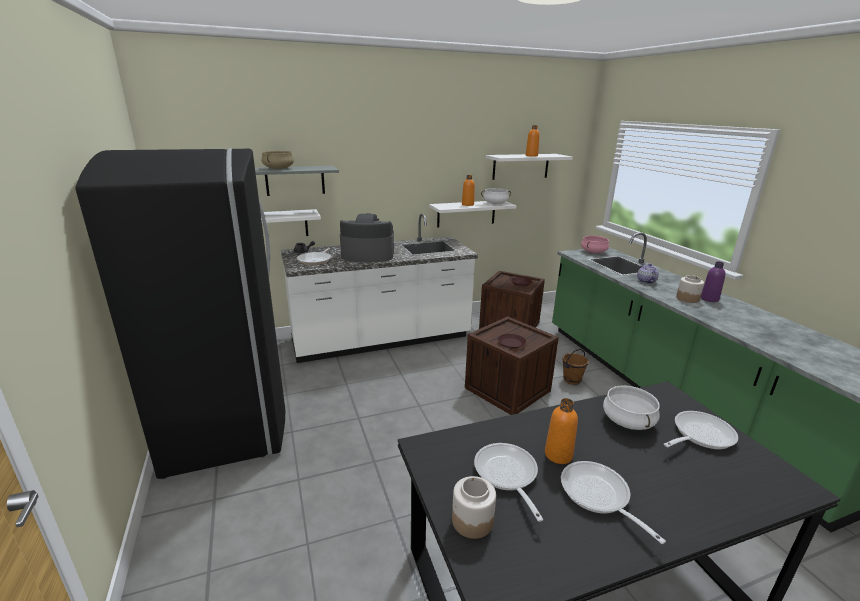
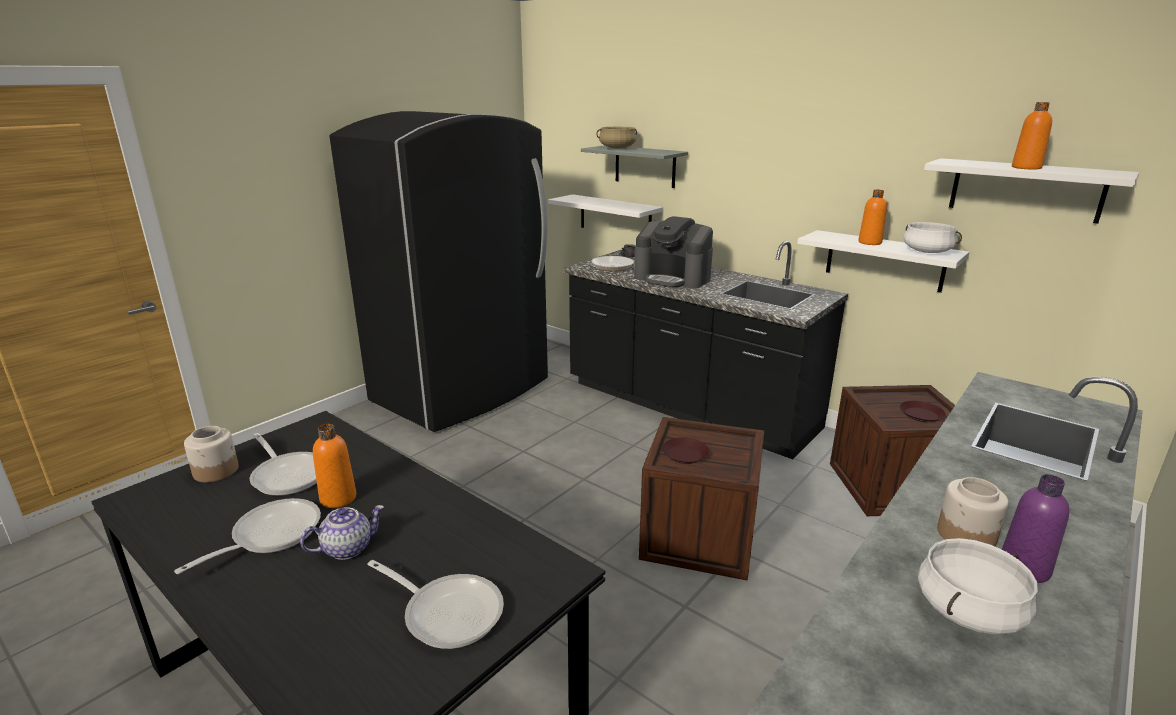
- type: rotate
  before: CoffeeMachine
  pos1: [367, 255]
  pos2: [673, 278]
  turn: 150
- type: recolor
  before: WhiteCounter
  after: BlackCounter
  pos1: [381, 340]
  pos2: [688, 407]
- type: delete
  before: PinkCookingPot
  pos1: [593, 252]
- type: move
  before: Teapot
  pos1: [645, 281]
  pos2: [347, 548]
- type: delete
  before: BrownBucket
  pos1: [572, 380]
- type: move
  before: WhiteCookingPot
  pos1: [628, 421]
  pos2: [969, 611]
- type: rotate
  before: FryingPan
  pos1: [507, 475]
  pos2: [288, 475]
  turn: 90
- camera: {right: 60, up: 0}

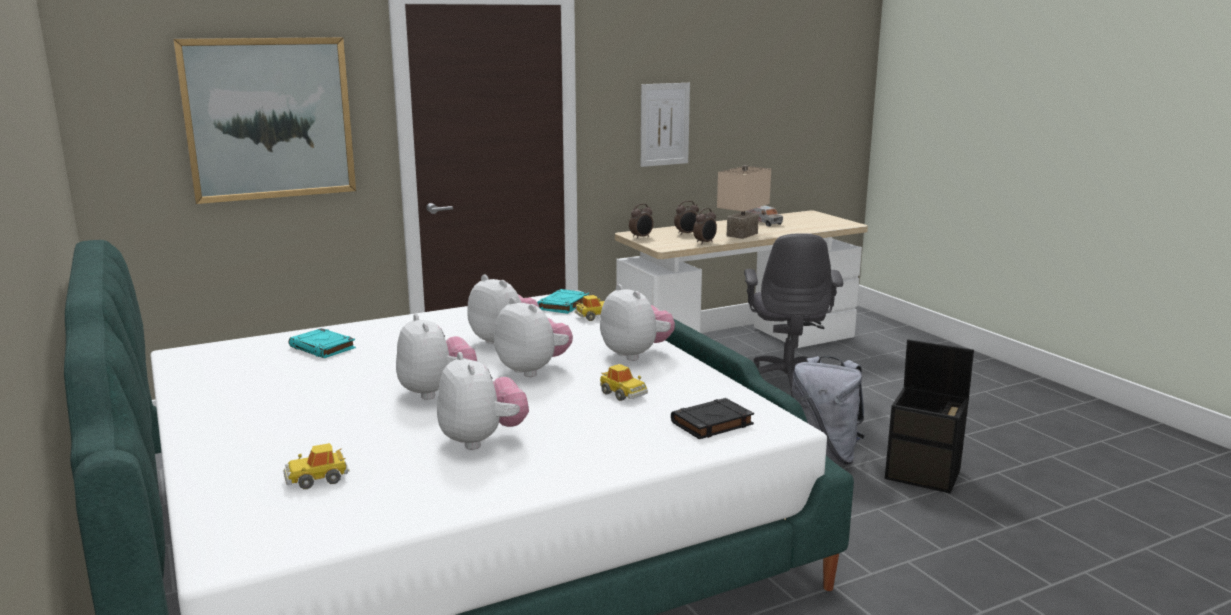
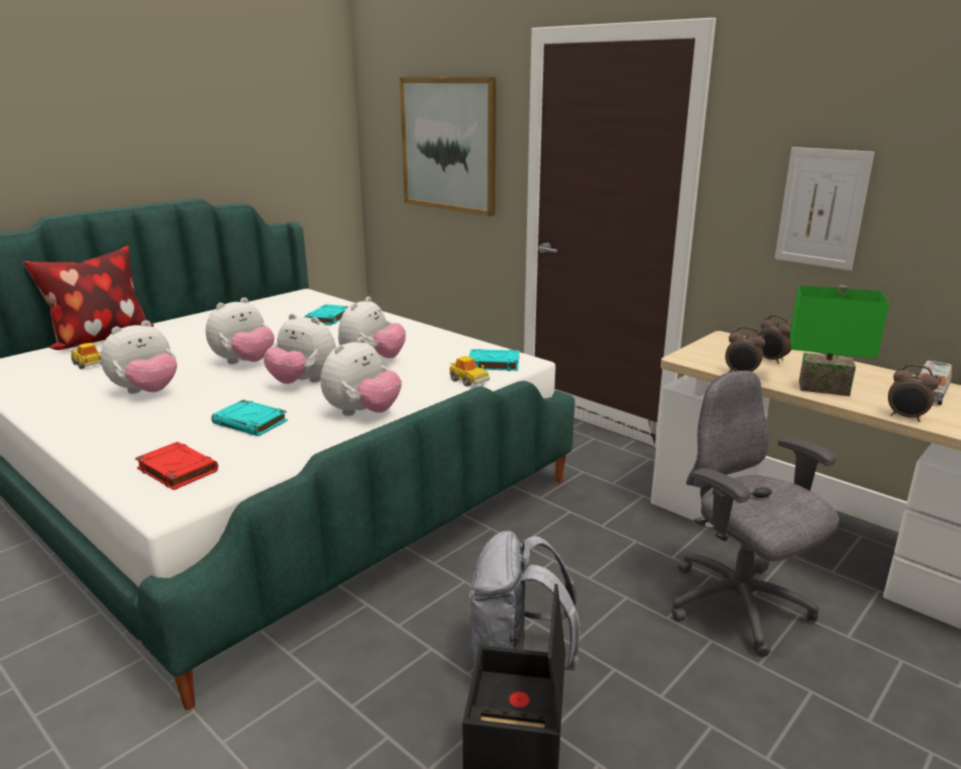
- type: recolor
  before: BeigeTableLamp
  after: GreenTableLamp
  pos1: [743, 235]
  pos2: [823, 389]
- type: move
  before: AlarmClock
  pos1: [641, 237]
  pos2: [906, 417]
- type: rotate
  before: GreyOfficeChair
  pos1: [787, 383]
  pos2: [739, 607]
  turn: 75
- type: rotate
  before: PlushToy
  pos1: [533, 370]
  pos2: [303, 382]
  turn: 90
- type: replace
  before: ToyCar
  after: TurquoiseBook
  pos1: [623, 394]
  pos2: [251, 423]
- type: recolor
  before: BlackBook
  after: RedBook
  pos1: [711, 424]
  pos2: [176, 470]
- type: insert
  after: Pillow
  pos2: [100, 339]
- camera: {right: 70, up: 5}

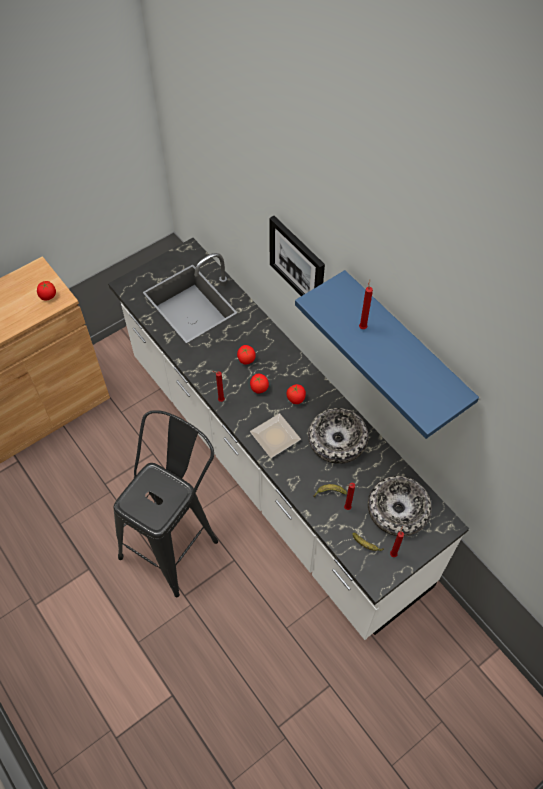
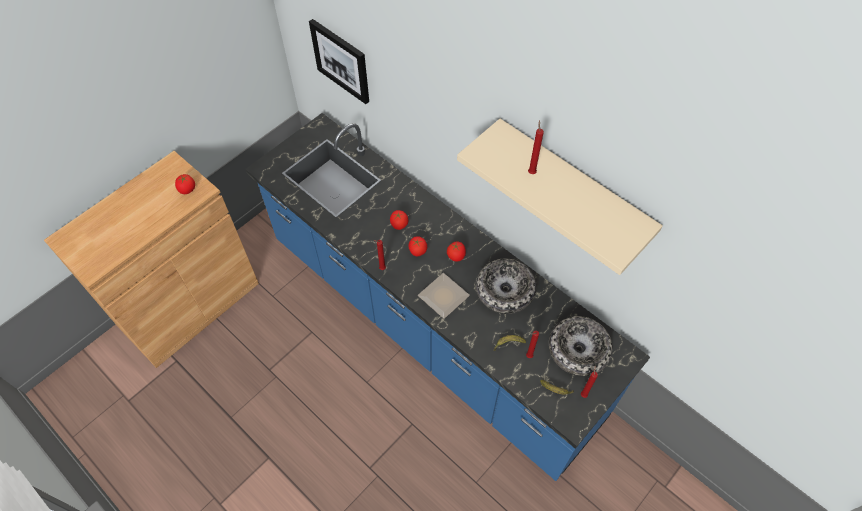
- type: move
  before: Picture
  pos1: [298, 263]
  pos2: [341, 60]
- type: recolor
  before: WhiteCounter
  after: BlueCounter
  pos1: [271, 468]
  pos2: [431, 328]
- type: recolor
  before: BlueShelf
  after: BeigeShelf
  pos1: [404, 346]
  pos2: [572, 186]
- type: delete
  before: BlackStool
  pos1: [175, 541]
- camera: {right: -10, up: 0}

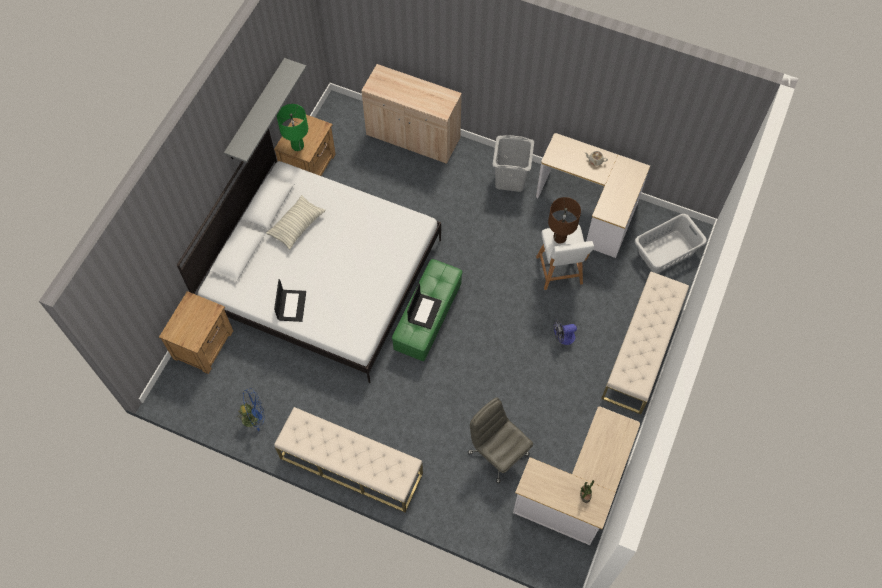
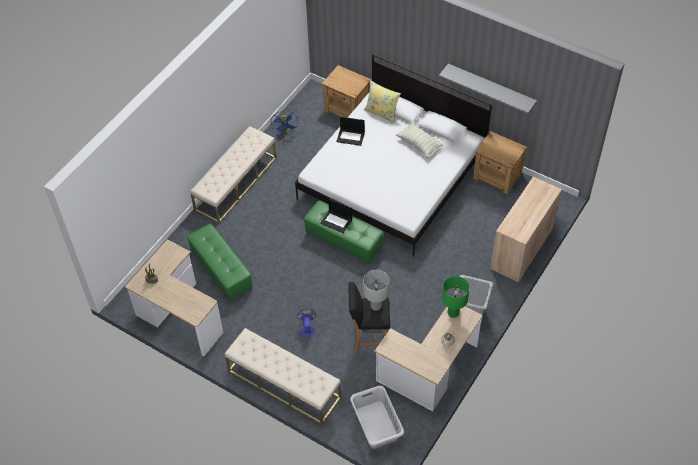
- type: move
  before: GreenTableLamp
  pos1: [297, 146]
  pos2: [453, 313]
- type: recolor
  before: BrownTableLamp
  after: GreyTableLamp
  pos1: [560, 238]
  pos2: [376, 306]
- type: recolor
  before: WhiteStool
  after: BlackStool
  pos1: [559, 272]
  pos2: [369, 336]
- type: replace
  before: GreyOfficeChair
  after: GreenOttoman
  pos1: [497, 453]
  pos2: [222, 270]
- type: insert
  after: YellowPillow
  pos2: [381, 112]
- camera: {right: 100, up: -10}

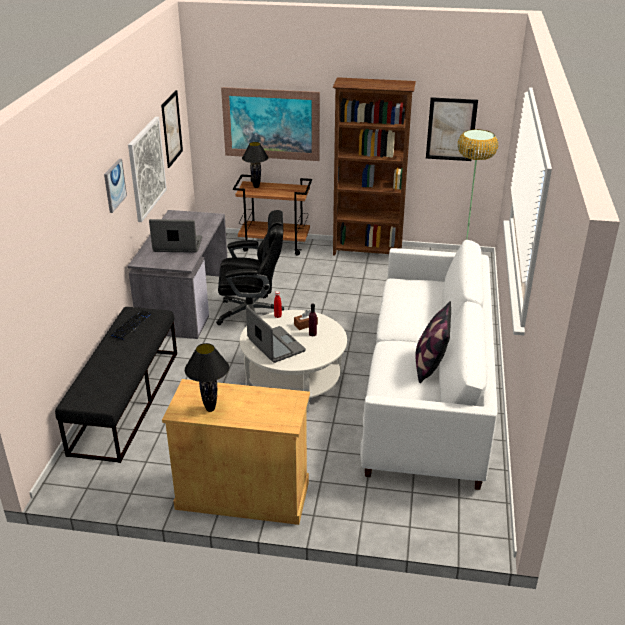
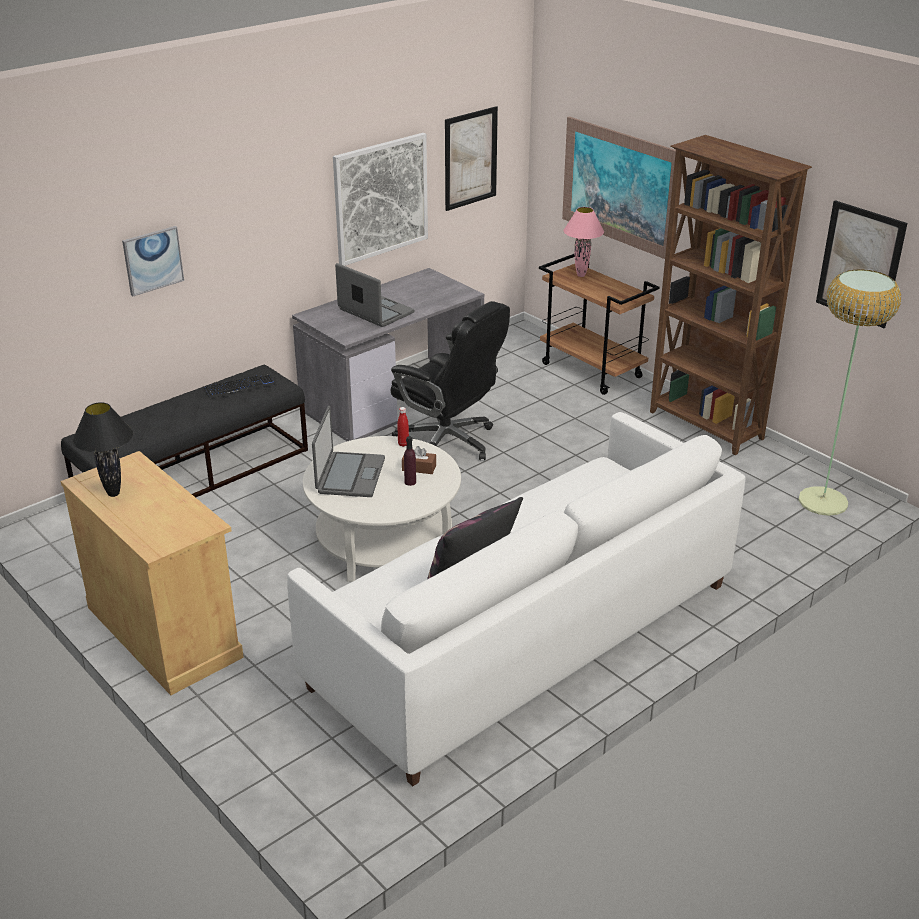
- type: recolor
  before: BlackTableLamp
  after: PinkTableLamp
  pos1: [256, 187]
  pos2: [581, 275]
- type: move
  before: Picture
  pos1: [114, 185]
  pos2: [153, 260]
- camera: {right: 40, up: 0}

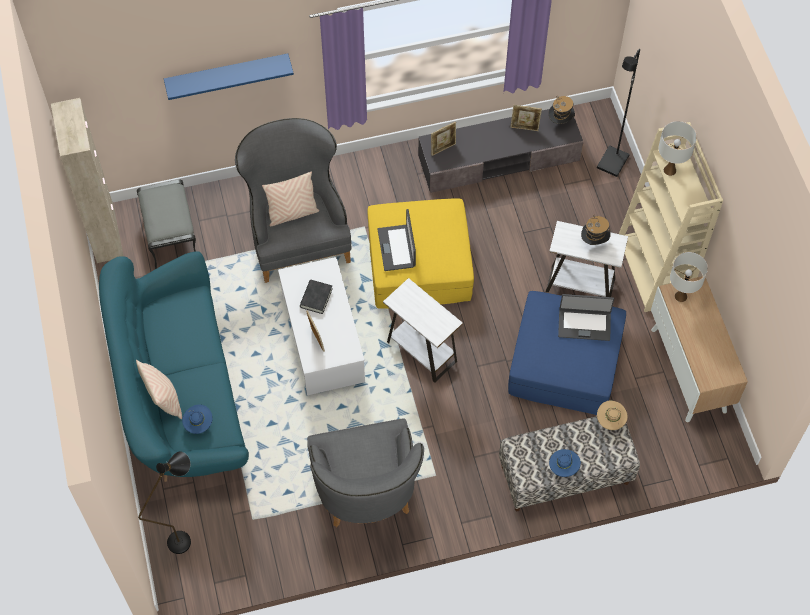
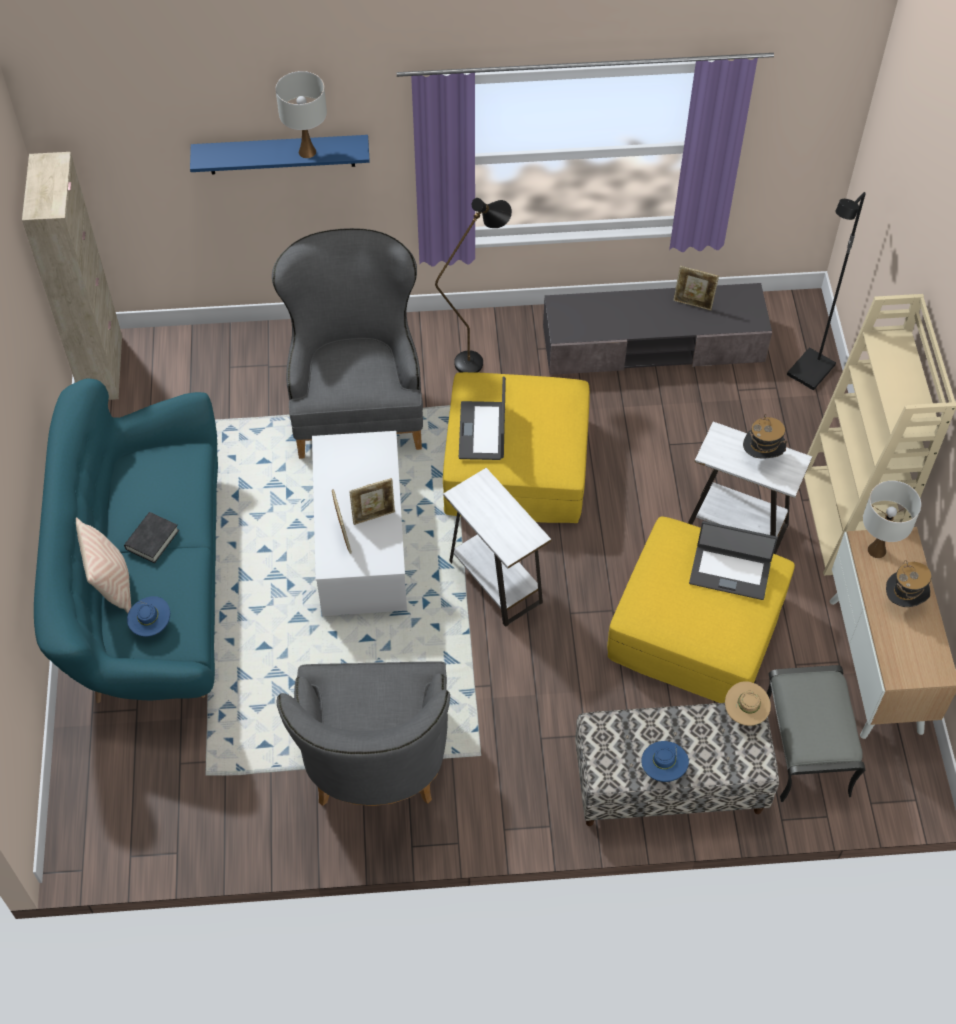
- type: move
  before: Hat
  pos1: [560, 121]
  pos2: [903, 601]
- type: move
  before: WhiteTableLamp
  pos1: [670, 170]
  pos2: [307, 152]
- type: move
  before: PictureFrame
  pos1: [443, 148]
  pos2: [374, 516]
- type: delete
  before: BeigePillow
  pos1: [292, 213]
- type: move
  before: GreyOttoman
  pos1: [170, 235]
  pos2: [804, 748]
- type: move
  before: BlackBook
  pos1: [316, 298]
  pos2: [152, 540]
- type: recolor
  before: BlueOttoman
  after: YellowOttoman
  pos1: [564, 362]
  pos2: [696, 626]
- type: move
  before: BlackFloorLamp
  pos1: [186, 536]
  pos2: [478, 358]
- camera: {right: 10, up: -5}

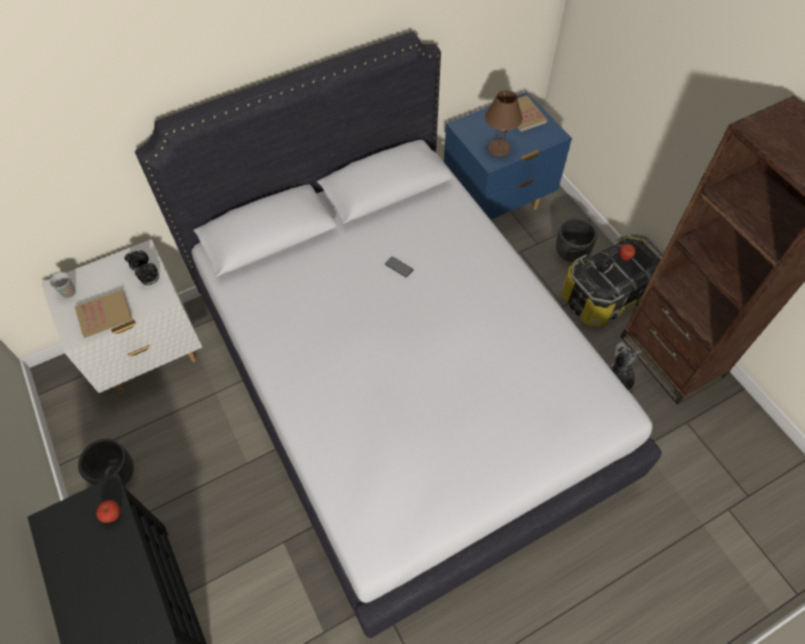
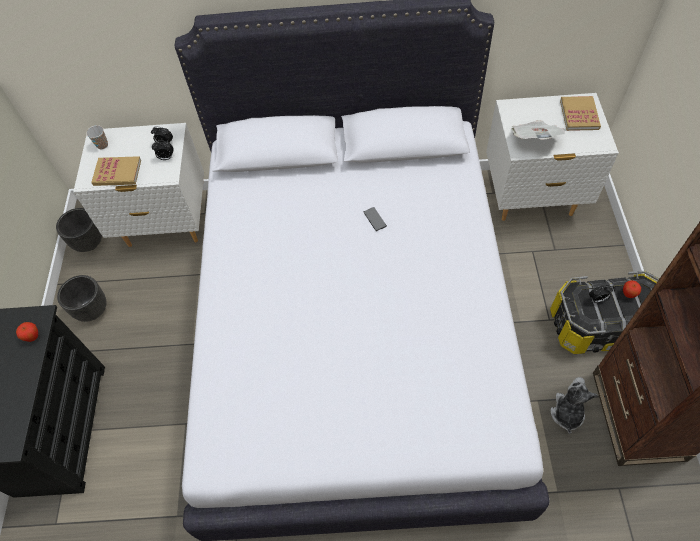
- type: replace
  before: BrownTableLamp
  after: Newspaper
  pos1: [498, 148]
  pos2: [534, 140]
- type: recolor
  before: BlueNightstand
  after: WhiteNightstand
  pos1: [496, 205]
  pos2: [532, 198]
- type: move
  before: BlackPlanter
  pos1: [570, 254]
  pos2: [89, 243]
- camera: {right: 30, up: 0}

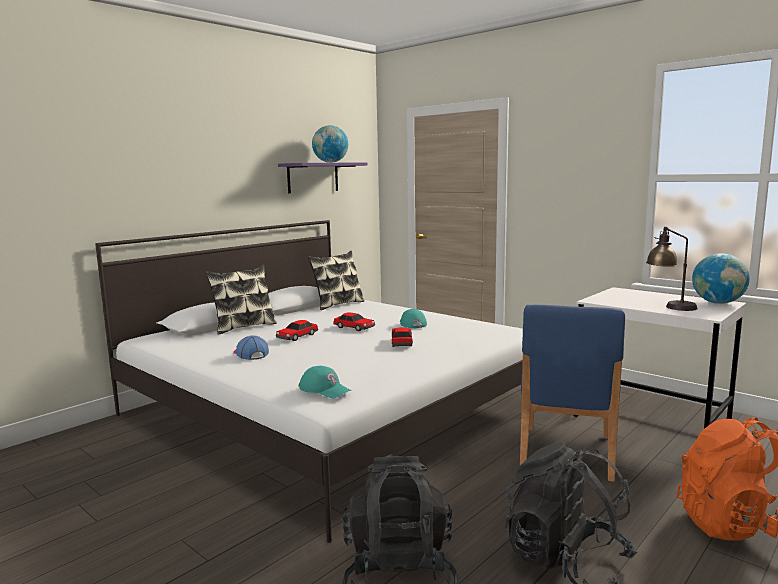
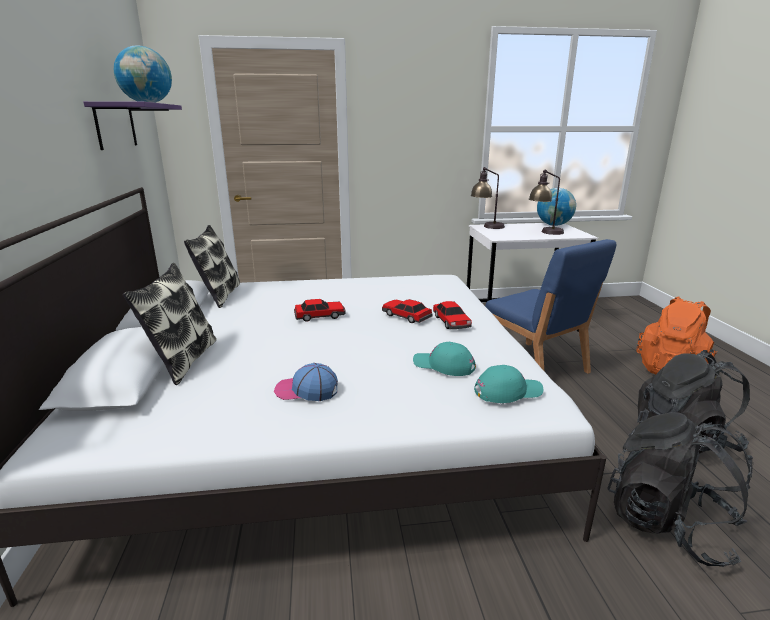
- type: move
  before: TurquoiseCap
  pos1: [411, 324]
  pos2: [444, 365]
- type: move
  before: ToyCar
  pos1: [297, 336]
  pos2: [451, 322]
- type: insert
  after: TableLamp
  pos2: [486, 227]
- camera: {right: -50, up: 10}

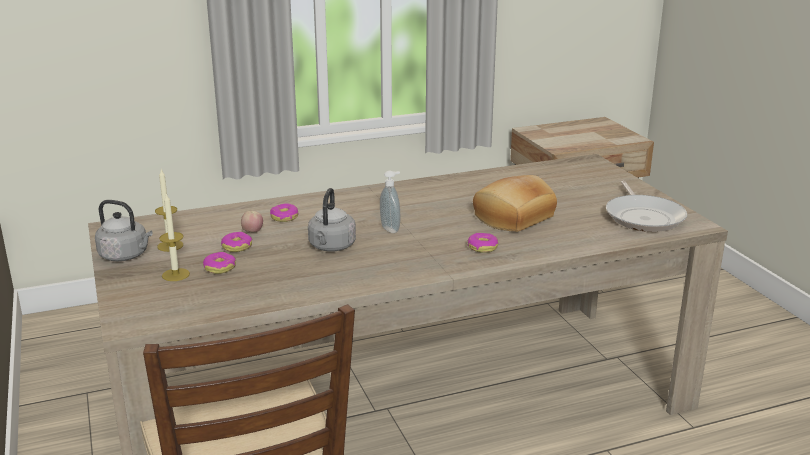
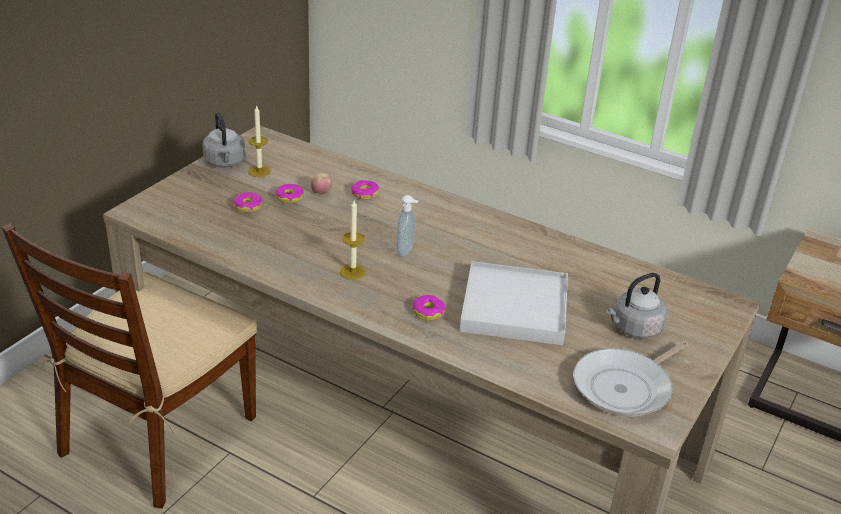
- type: replace
  before: Bread
  after: WhiteTray
  pos1: [515, 218]
  pos2: [514, 308]
- type: move
  before: GreyKettle
  pos1: [331, 247]
  pos2: [634, 329]
- type: move
  before: Candle
  pos1: [175, 275]
  pos2: [352, 271]
- camera: {right: 50, up: 10}

